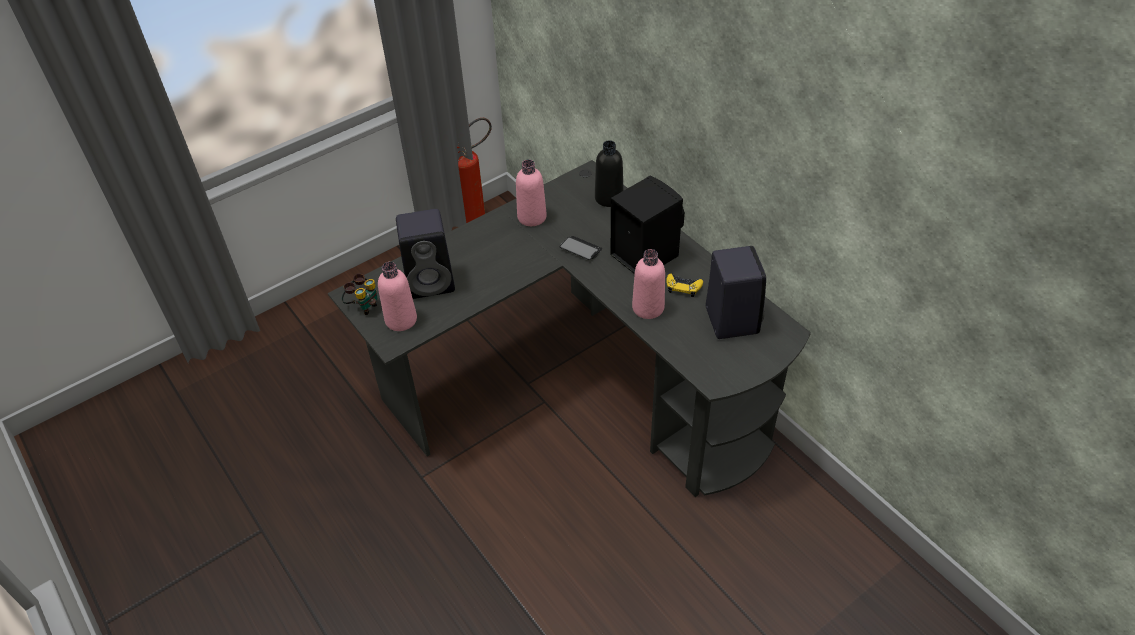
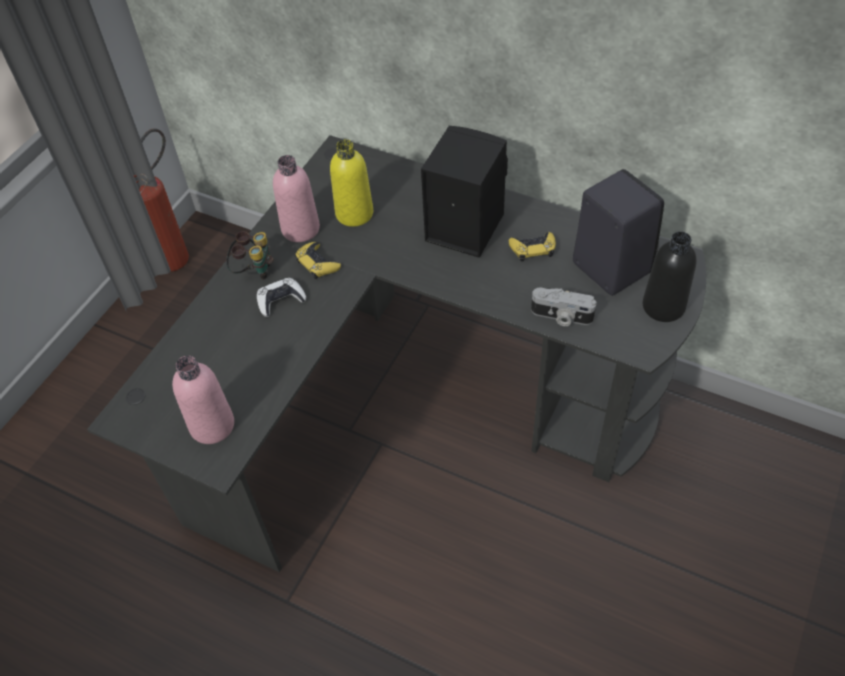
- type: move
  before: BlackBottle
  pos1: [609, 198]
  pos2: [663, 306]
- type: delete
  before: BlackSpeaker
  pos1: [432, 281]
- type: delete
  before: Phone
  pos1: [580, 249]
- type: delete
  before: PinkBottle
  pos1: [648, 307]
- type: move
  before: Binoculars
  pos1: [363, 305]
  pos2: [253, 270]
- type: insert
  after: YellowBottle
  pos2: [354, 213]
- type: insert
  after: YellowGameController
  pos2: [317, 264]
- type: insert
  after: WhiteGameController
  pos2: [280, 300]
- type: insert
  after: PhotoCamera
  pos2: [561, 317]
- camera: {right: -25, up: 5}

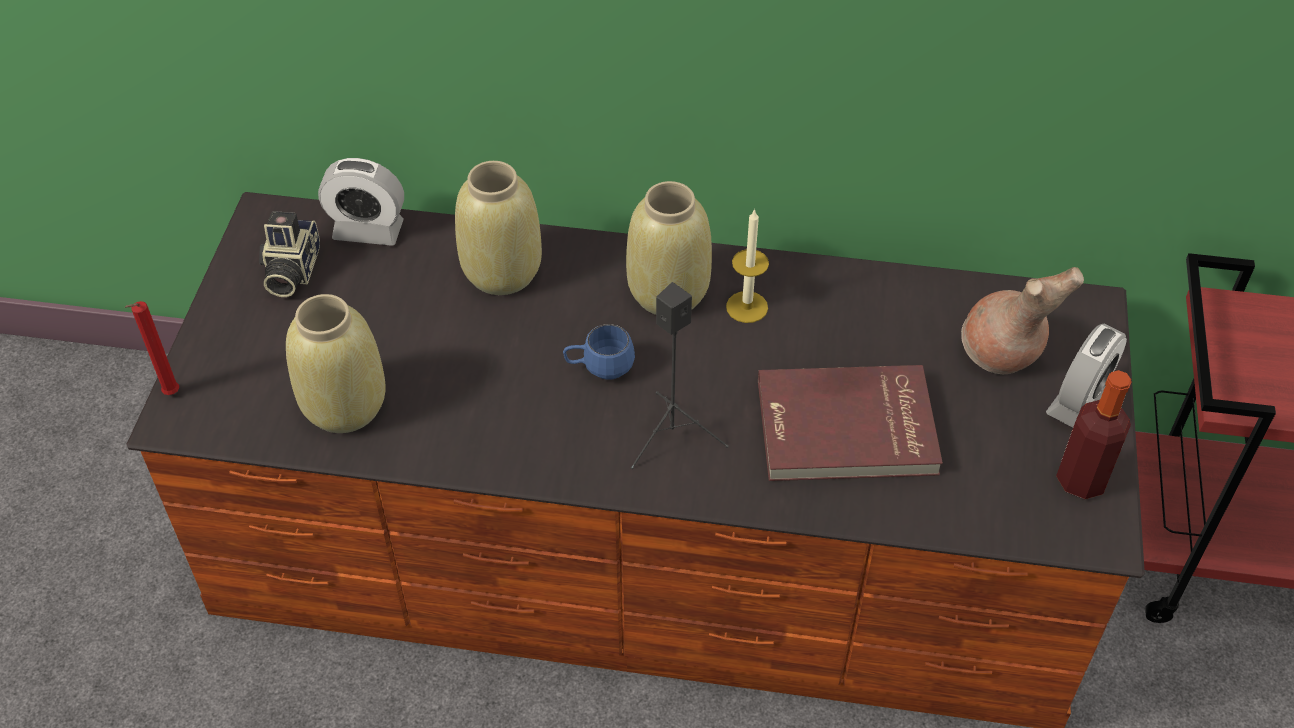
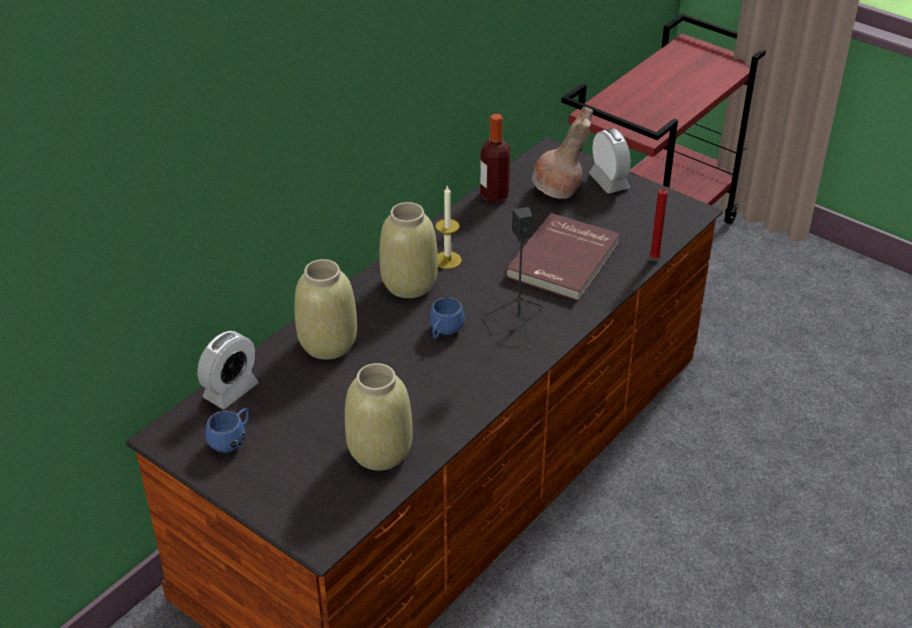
- type: replace
  before: PhotoCamera
  after: BlueMug
  pos1: [290, 271]
  pos2: [232, 440]
- type: move
  before: RedCandle
  pos1: [170, 395]
  pos2: [655, 260]
- type: move
  before: Bottle
  pos1: [1081, 480]
  pos2: [494, 195]
- camera: {right: -60, up: -10}

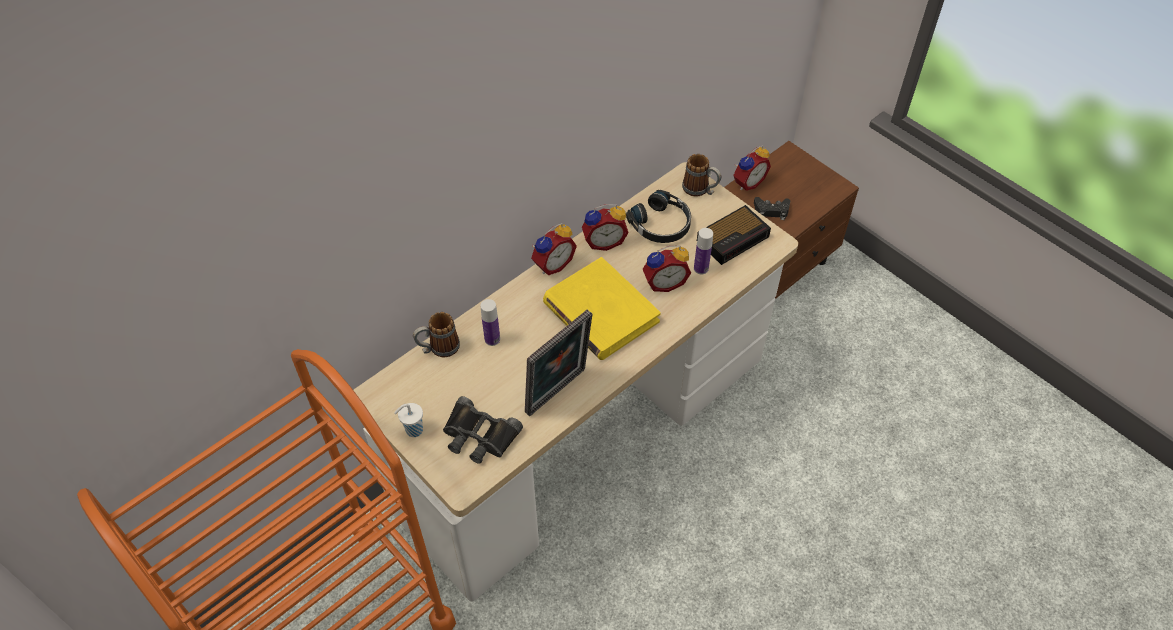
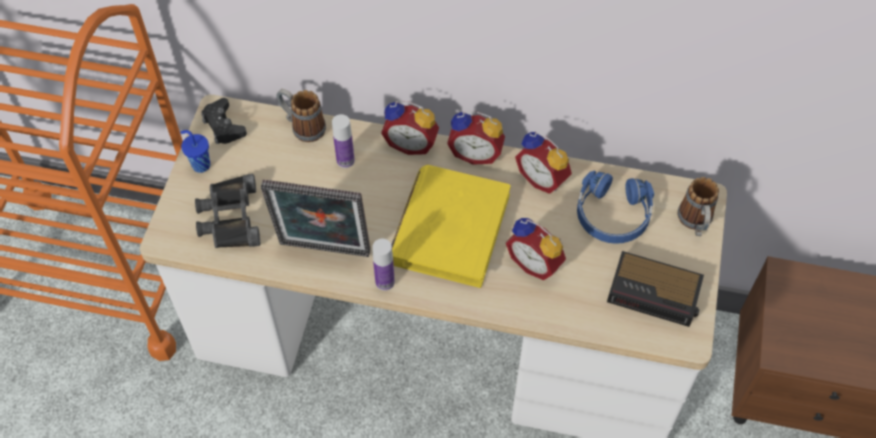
- type: move
  before: AlarmClock
  pos1: [747, 182]
  pos2: [411, 143]
- type: recolor
  before: BlackHeadphones
  after: BlueHeadphones
  pos1: [661, 225]
  pos2: [612, 215]
- type: move
  before: BlackGameController
  pos1: [771, 211]
  pos2: [223, 126]
- type: move
  before: Bottle
  pos1: [701, 268]
  pos2: [385, 282]
- type: recolor
  before: WhiteCup
  after: BlueCup
  pos1: [413, 430]
  pos2: [200, 164]
- camera: {right: 55, up: 5}

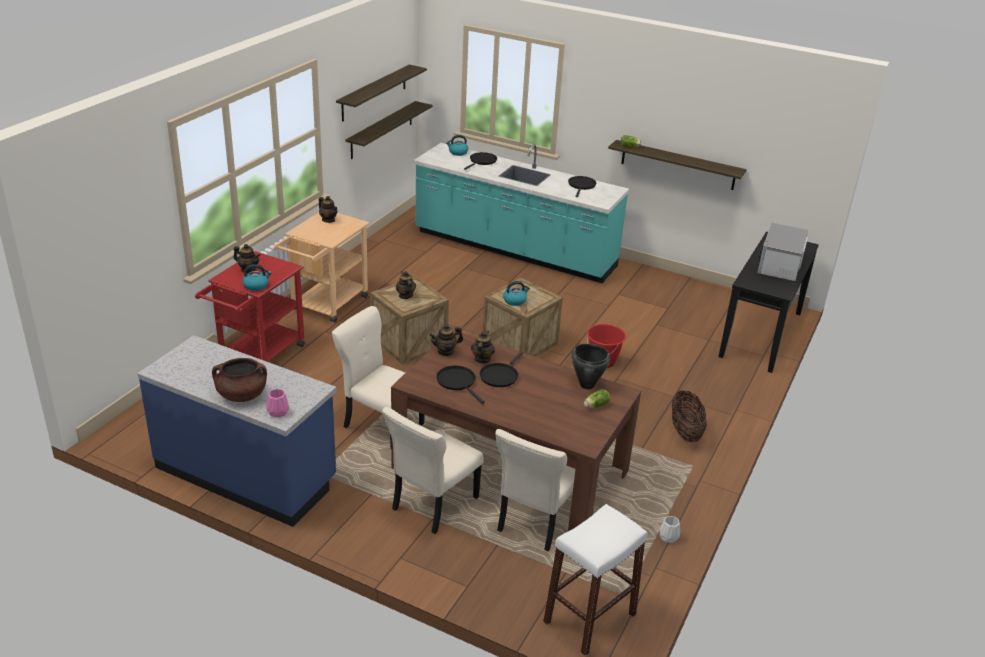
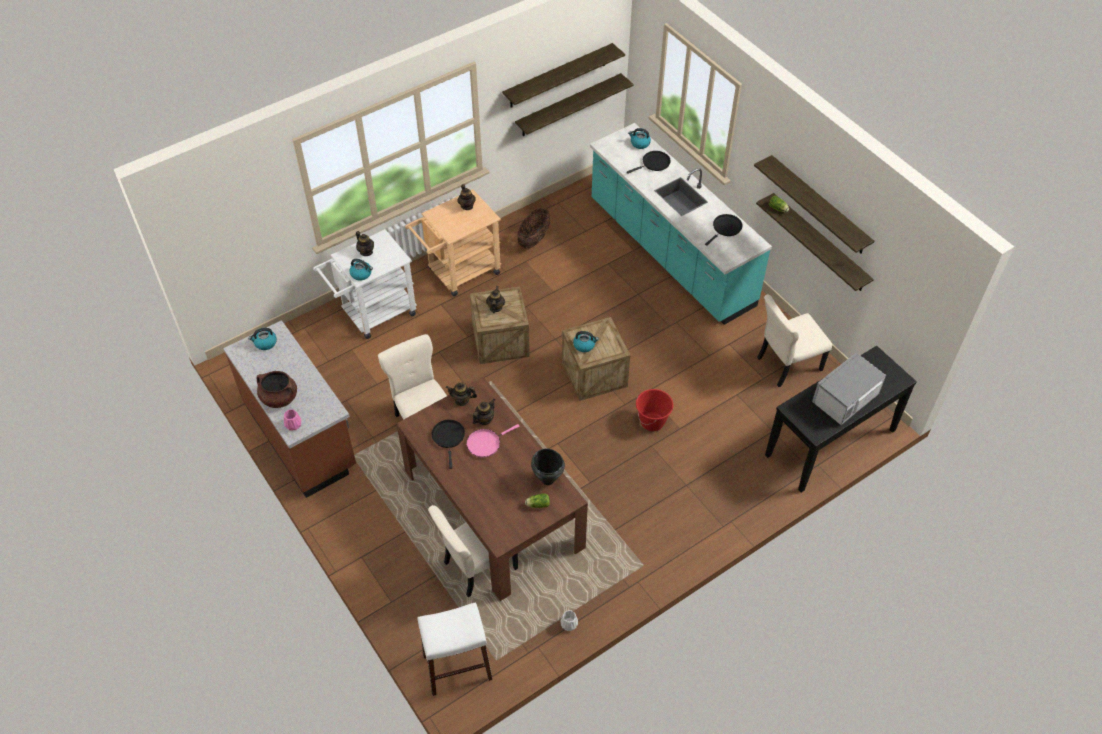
- type: recolor
  before: RedCart
  after: WhiteCart
  pos1: [257, 356]
  pos2: [373, 314]
- type: recolor
  before: BlueCounter
  after: BrownCounter
  pos1: [246, 474]
  pos2: [301, 435]
- type: recolor
  before: BlackFryingPan
  after: PinkFryingPan
  pos1: [500, 376]
  pos2: [485, 443]
- type: move
  before: Basket
  pos1: [685, 432]
  pos2: [534, 239]
- type: move
  before: BeigeChair
  pos1: [432, 505]
  pos2: [786, 364]
- type: insert
  after: Shelf
  pos2: [819, 205]
- type: insert
  after: Kettle
  pos2: [265, 343]
- camera: {right: 30, up: 20}

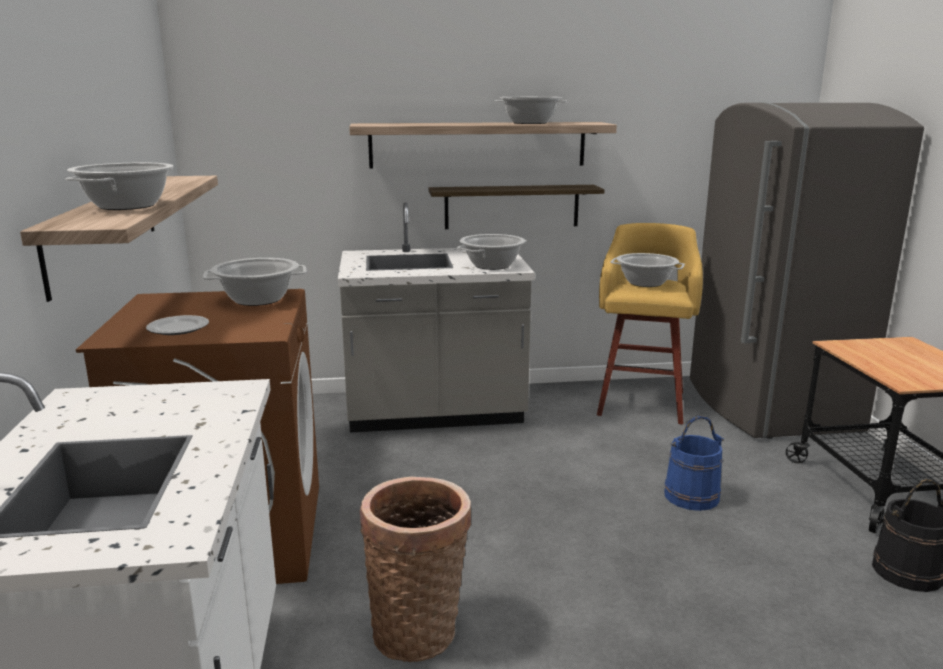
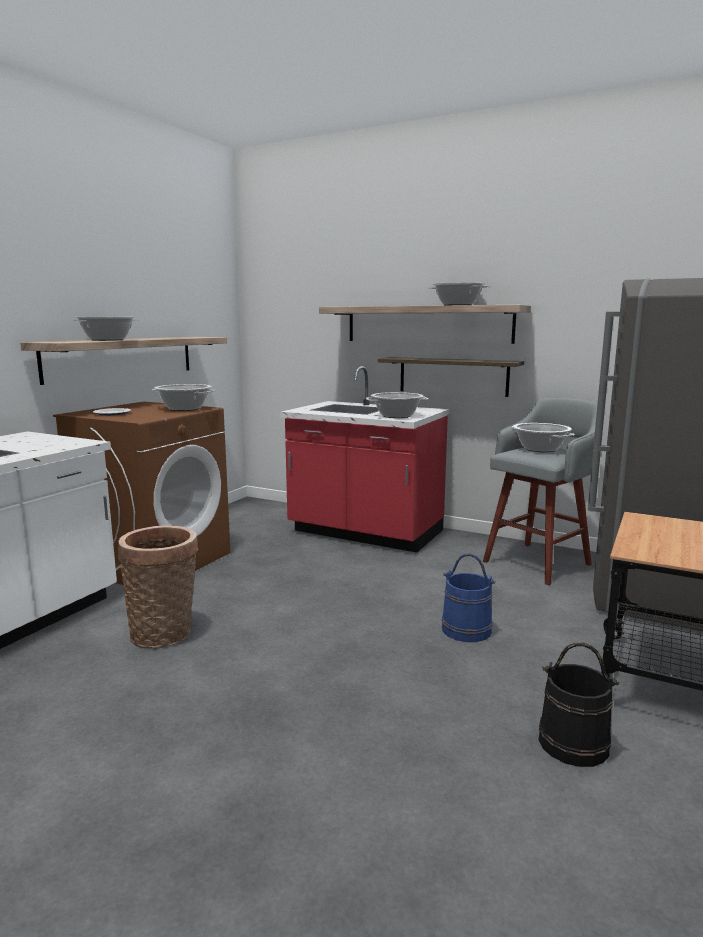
- type: recolor
  before: GreyCounter
  after: RedCounter
  pos1: [435, 413]
  pos2: [365, 532]
- type: recolor
  before: YellowStool
  after: GreyStool
  pos1: [641, 401]
  pos2: [539, 562]
- camera: {right: 35, up: -5}

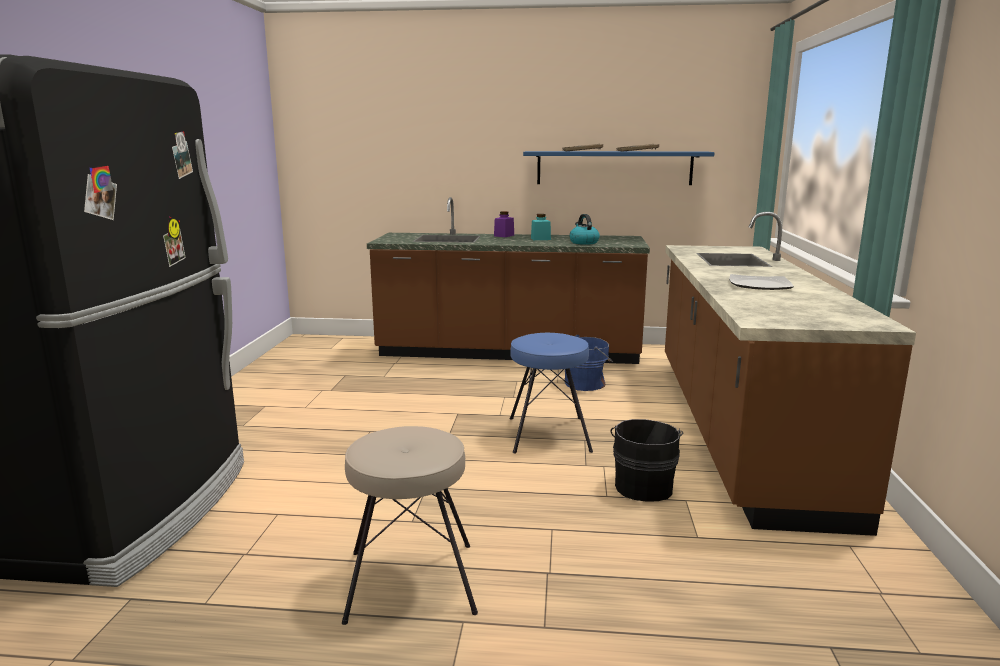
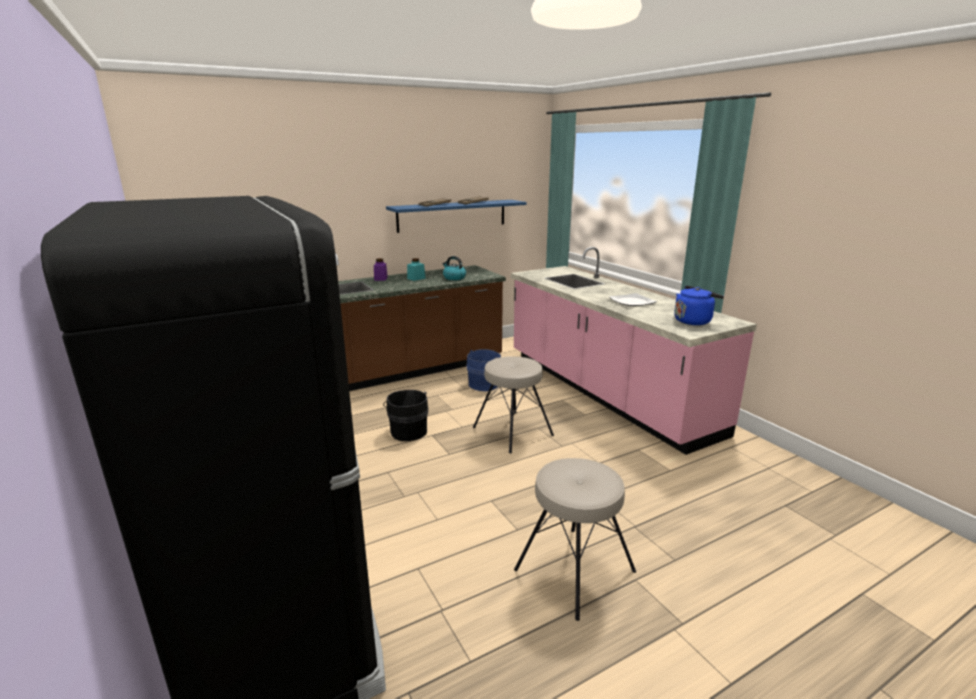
- type: recolor
  before: BrownCounter
  after: PinkCounter
  pos1: [738, 427]
  pos2: [605, 391]
- type: recolor
  before: BlueStool
  after: BeigeStool
  pos1: [547, 434]
  pos2: [512, 431]
- type: move
  before: BlackBucket
  pos1: [643, 485]
  pos2: [408, 431]
- type: insert
  after: BlueKettle
  pos2: [694, 321]
- camera: {right: -35, up: 5}

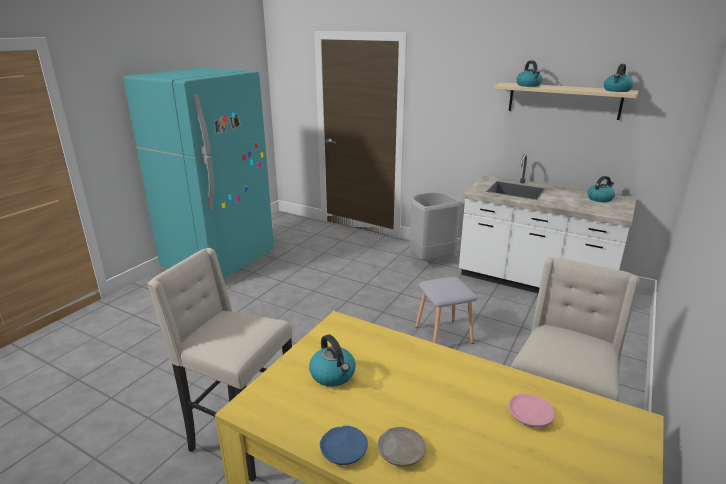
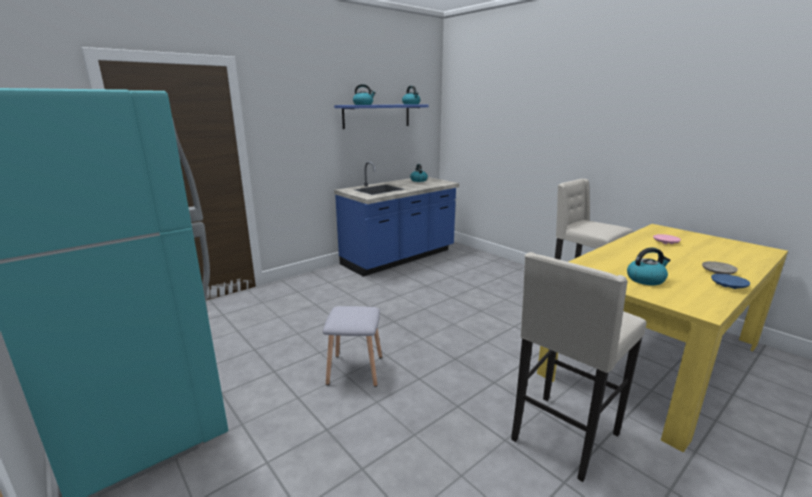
- type: recolor
  before: BeigeShelf
  after: BlueShelf
  pos1: [563, 100]
  pos2: [377, 116]
- type: recolor
  before: WhiteCounter
  after: BlueCounter
  pos1: [534, 283]
  pos2: [399, 258]
- type: delete
  before: GreyTrashCan
  pos1: [430, 260]
- type: move
  before: GreyStool
  pos1: [443, 335]
  pos2: [355, 370]
- camera: {right: -70, up: -5}

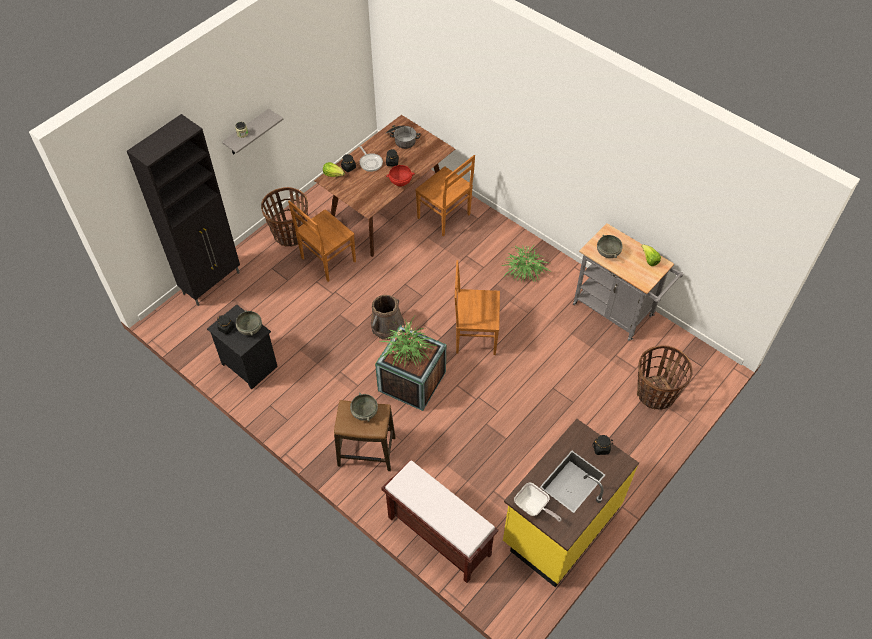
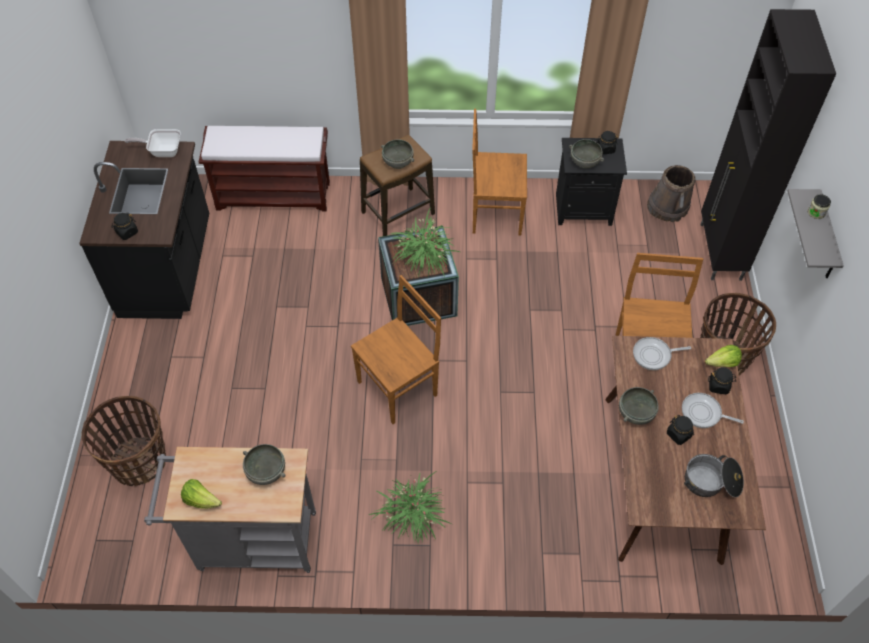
- type: move
  before: BrownChair
  pos1: [445, 217]
  pos2: [495, 213]
- type: recolor
  before: RedBowl
  after: GreyBowl
  pos1: [400, 182]
  pos2: [635, 413]
- type: move
  before: BrownBucket
  pos1: [387, 326]
  pos2: [668, 207]
- type: recolor
  before: YellowCounter
  after: BlackCounter
  pos1: [560, 524]
  pos2: [168, 268]
- type: insert
  after: FryingPan
  pos2: [654, 355]
- camera: {right: 140, up: 0}

